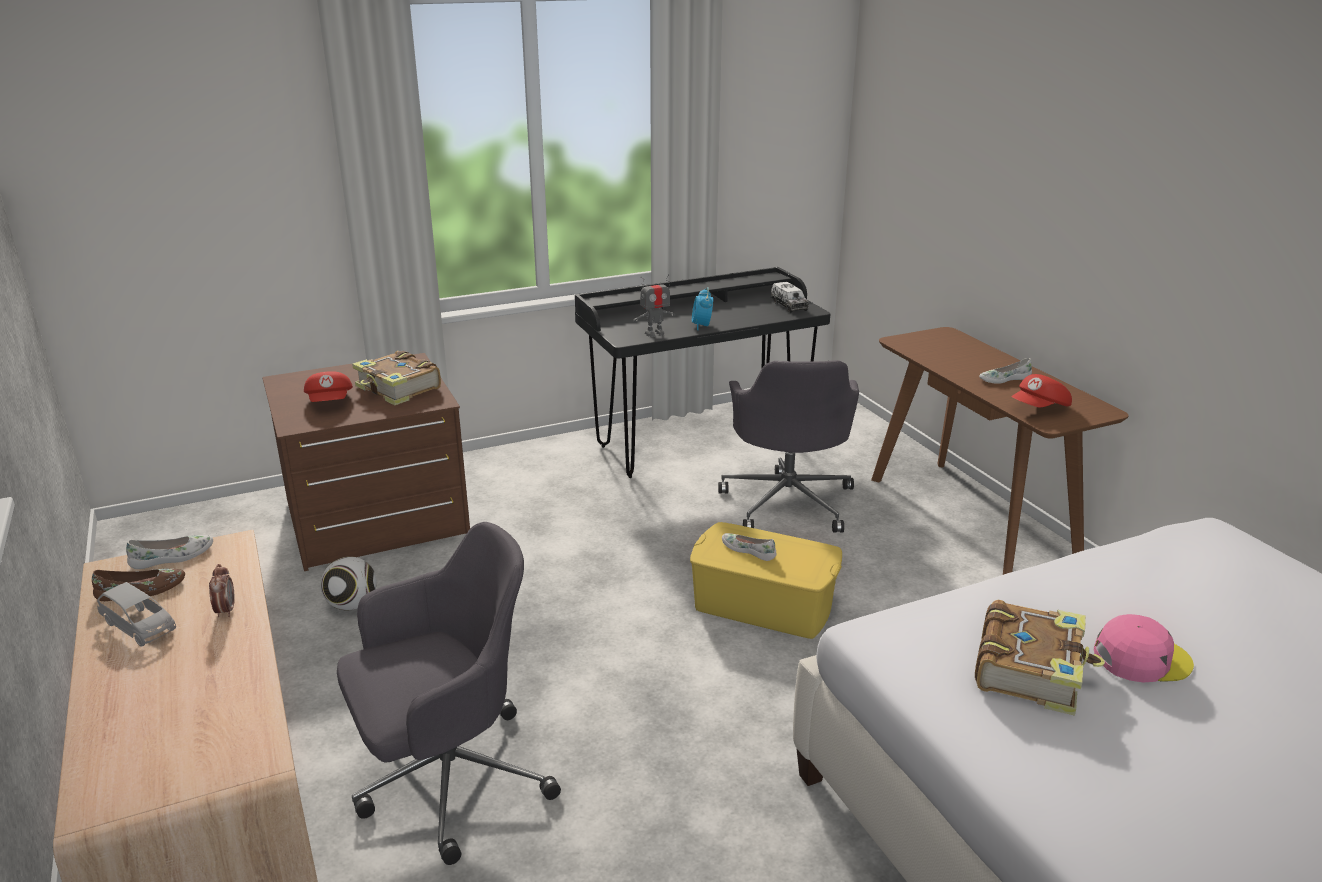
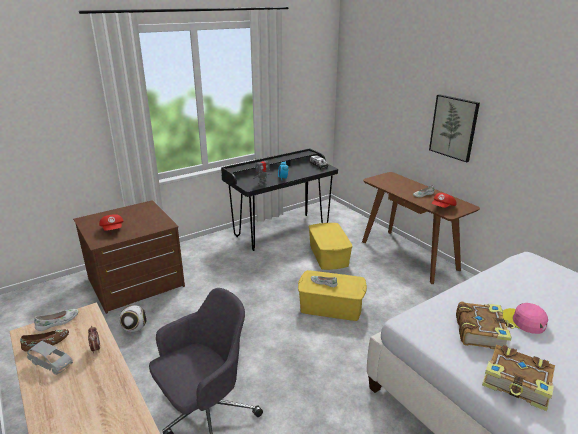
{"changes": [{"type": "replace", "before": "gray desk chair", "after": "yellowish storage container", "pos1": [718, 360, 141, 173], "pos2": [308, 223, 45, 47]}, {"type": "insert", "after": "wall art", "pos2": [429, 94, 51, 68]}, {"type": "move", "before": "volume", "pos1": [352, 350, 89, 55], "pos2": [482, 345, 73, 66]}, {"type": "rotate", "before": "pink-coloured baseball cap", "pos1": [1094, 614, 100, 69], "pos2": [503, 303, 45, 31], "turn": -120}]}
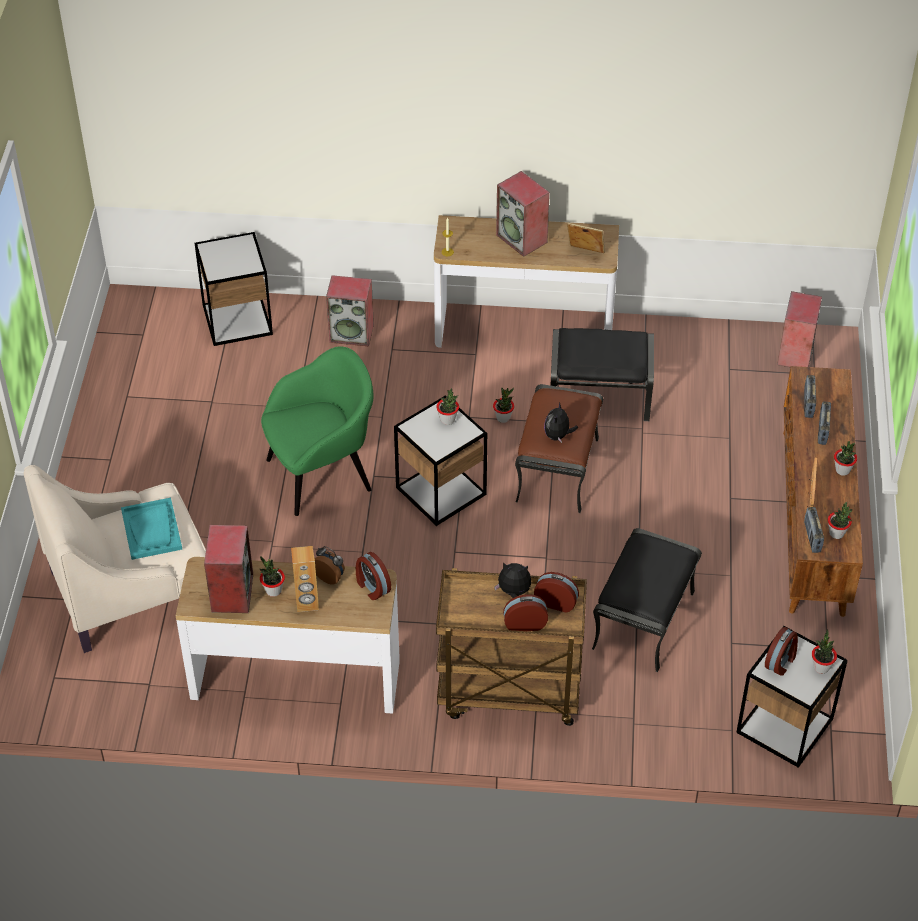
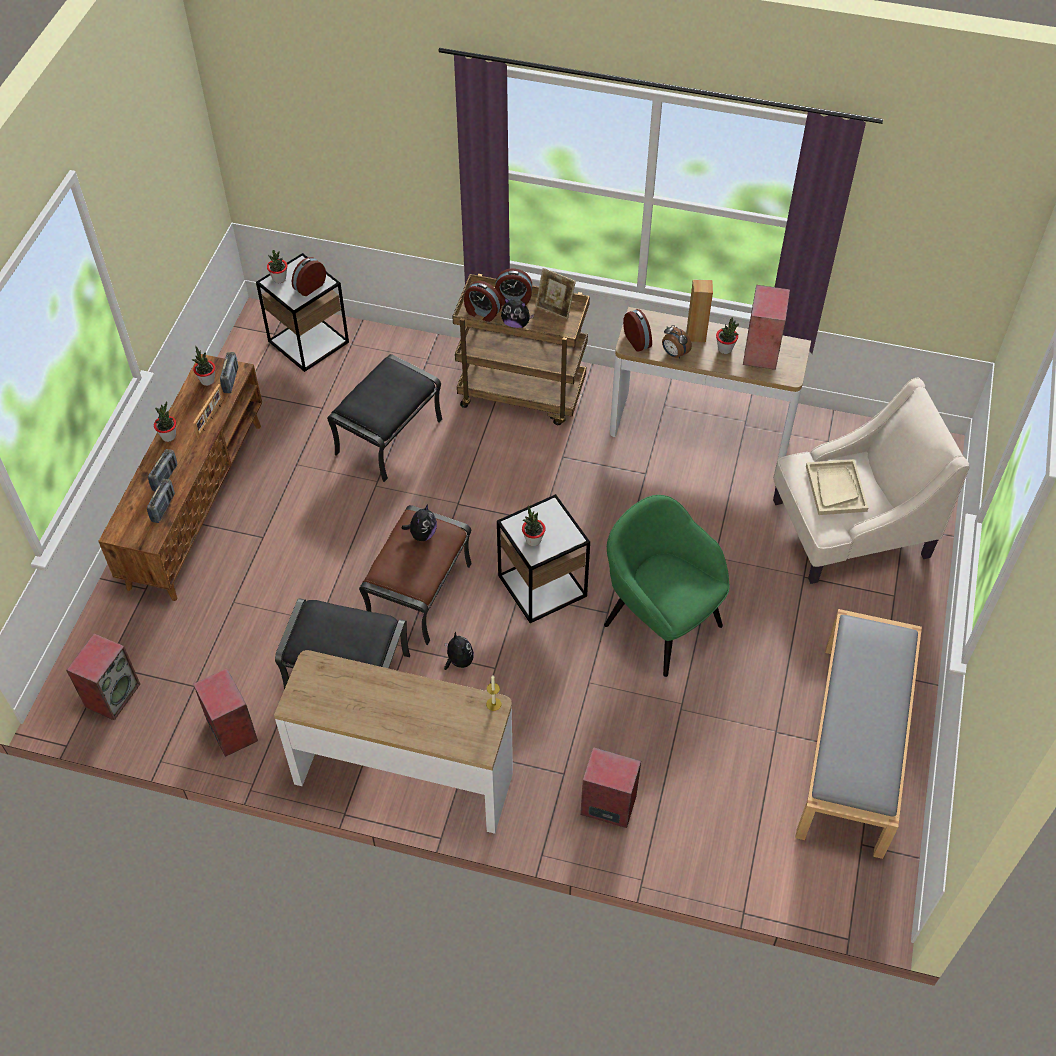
{"changes": [{"type": "move", "before": "loudspeaker", "pos1": [496, 171, 54, 86], "pos2": [193, 668, 65, 89]}, {"type": "replace", "before": "plant in a pot", "after": "plush toy", "pos1": [493, 388, 21, 35], "pos2": [444, 631, 30, 39]}, {"type": "move", "before": "standing frame", "pos1": [567, 223, 38, 31], "pos2": [536, 268, 40, 51]}, {"type": "rotate", "before": "green lounge chair", "pos1": [261, 347, 112, 169], "pos2": [604, 495, 126, 182], "turn": 60}, {"type": "insert", "after": "gray bench", "pos2": [795, 609, 127, 250]}, {"type": "recolor", "before": "turquoise-coloured carrying tray", "after": "beige-coloured carrying tray", "pos1": [121, 498, 61, 62], "pos2": [806, 459, 62, 56]}, {"type": "delete", "before": "accent table", "pos1": [194, 232, 79, 114]}]}
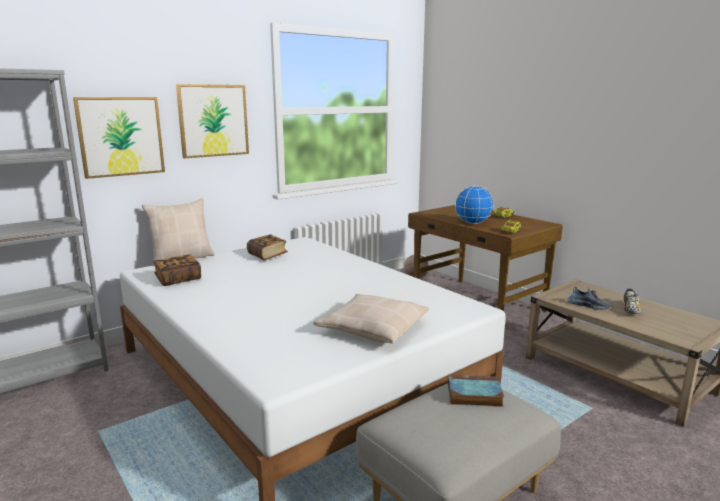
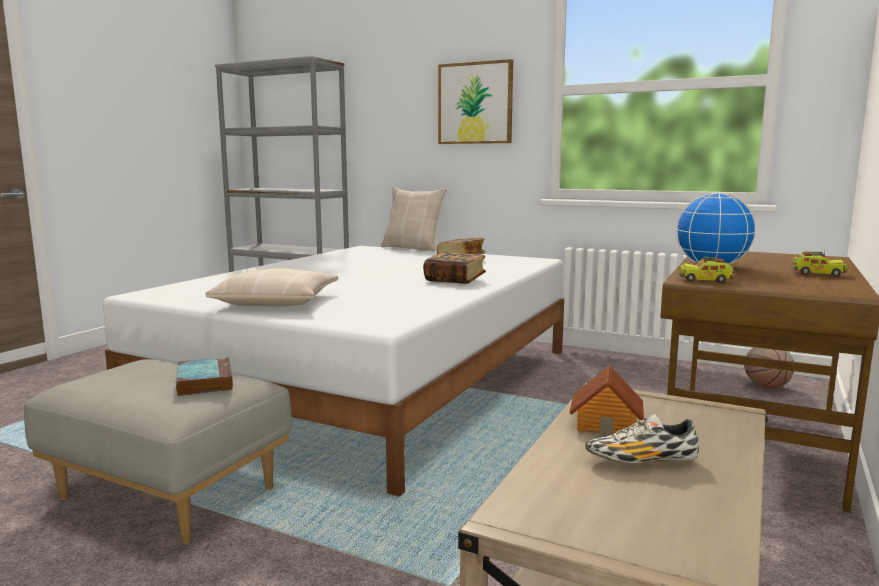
{"changes": [{"type": "move", "before": "volume", "pos1": [153, 255, 48, 31], "pos2": [423, 252, 63, 32]}, {"type": "replace", "before": "item of footwear", "after": "miniature house", "pos1": [568, 287, 44, 23], "pos2": [569, 365, 75, 69]}, {"type": "delete", "before": "wall art", "pos1": [73, 97, 92, 82]}]}
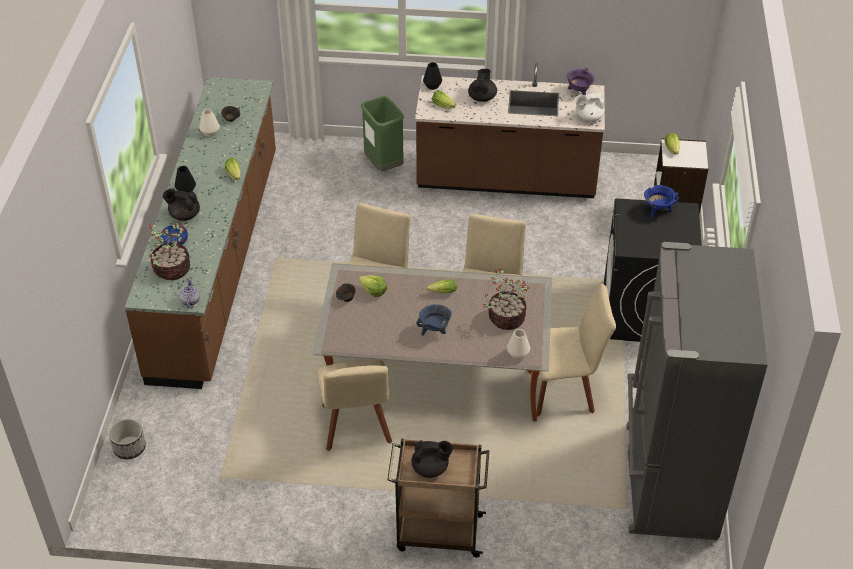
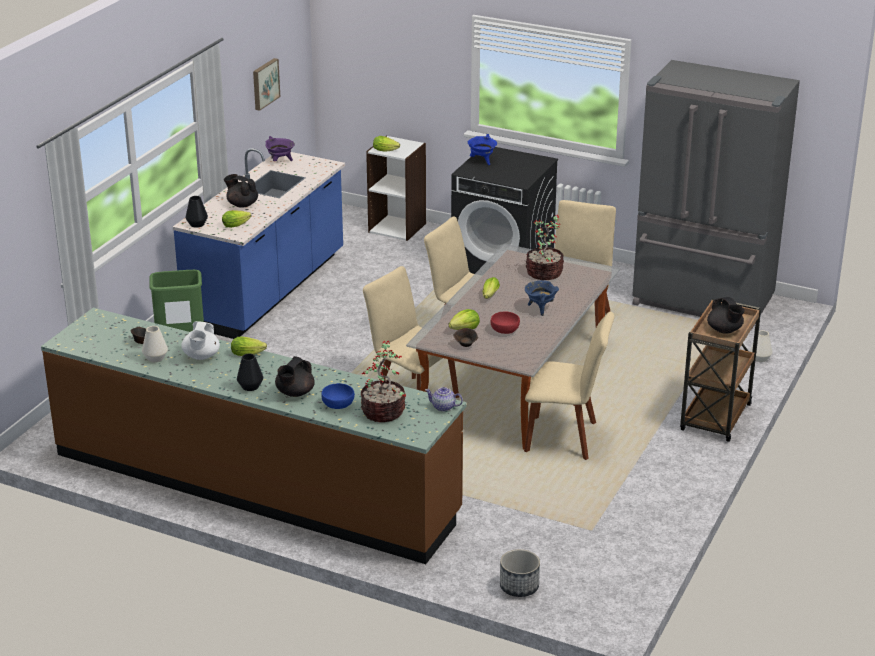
{"changes": [{"type": "recolor", "before": "brownish kitchen base unit", "after": "bluish kitchen base unit", "pos1": [415, 63, 190, 135], "pos2": [173, 148, 172, 191]}, {"type": "move", "before": "whitish tea pot", "pos1": [575, 92, 30, 29], "pos2": [181, 321, 39, 39]}, {"type": "insert", "after": "wall art", "pos2": [253, 58, 27, 53]}, {"type": "insert", "after": "red-coloured serving bowl", "pos2": [491, 312, 29, 22]}, {"type": "rotate", "before": "black tea pot", "pos1": [411, 440, 42, 38], "pos2": [707, 297, 38, 37], "turn": 135}, {"type": "move", "before": "whitish flower vase", "pos1": [507, 329, 23, 30], "pos2": [750, 330, 23, 32]}]}
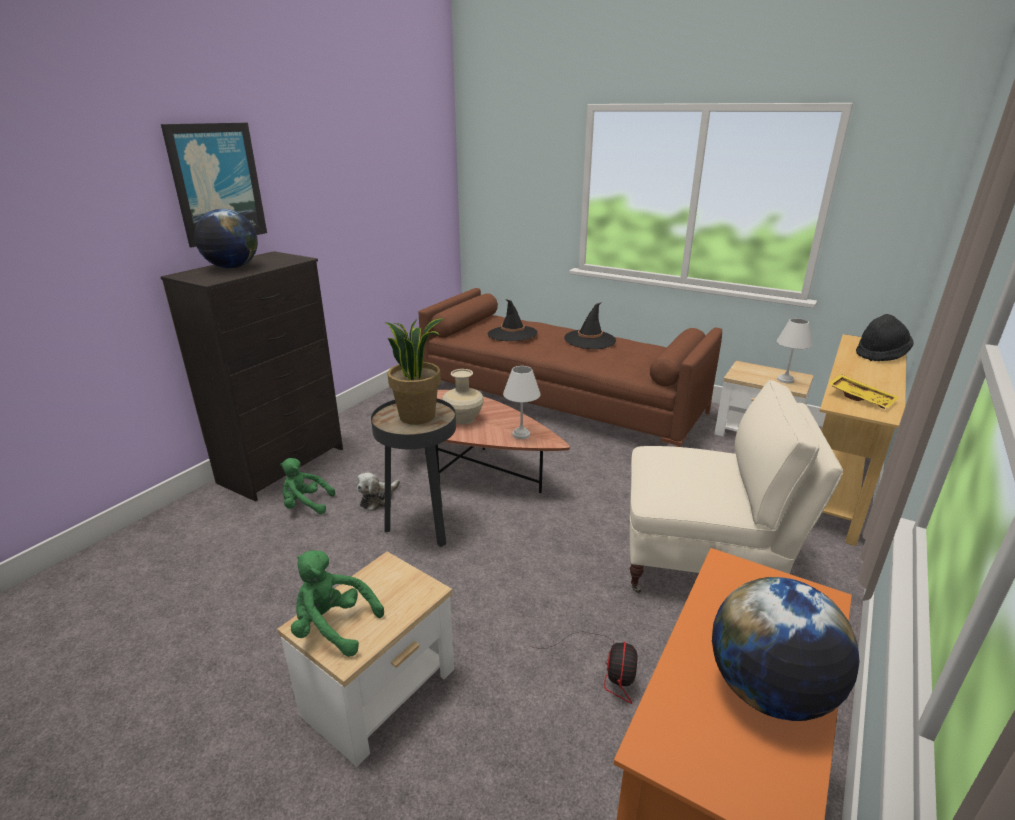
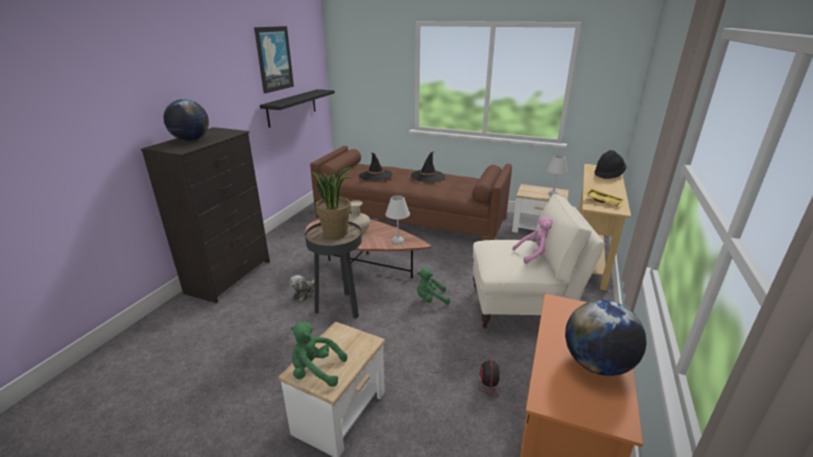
{"changes": [{"type": "move", "before": "wall art", "pos1": [161, 123, 106, 125], "pos2": [254, 26, 40, 67]}, {"type": "insert", "after": "black shelf", "pos2": [259, 89, 76, 39]}, {"type": "move", "before": "green plush toy", "pos1": [280, 458, 55, 56], "pos2": [417, 268, 33, 36]}, {"type": "insert", "after": "pink-coloured plush toy", "pos2": [512, 217, 41, 47]}]}
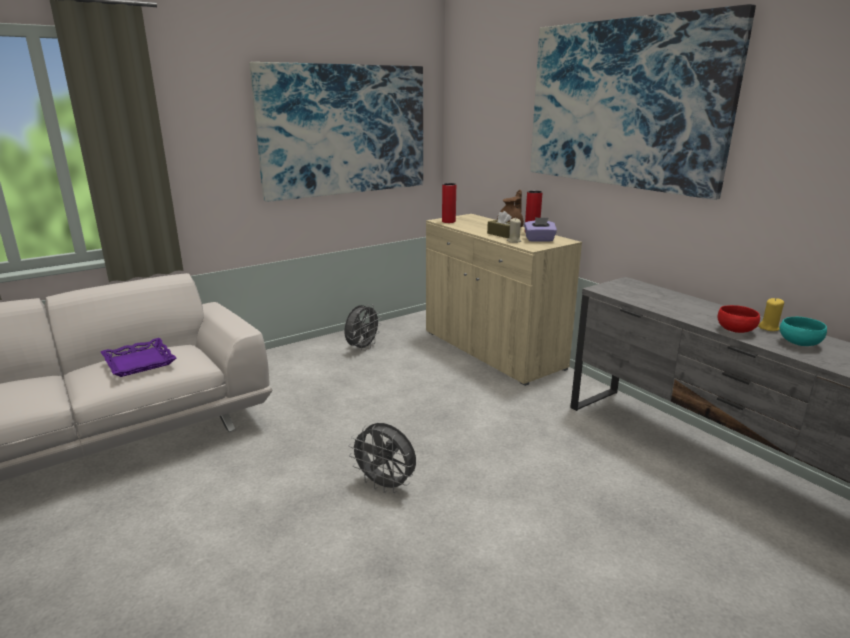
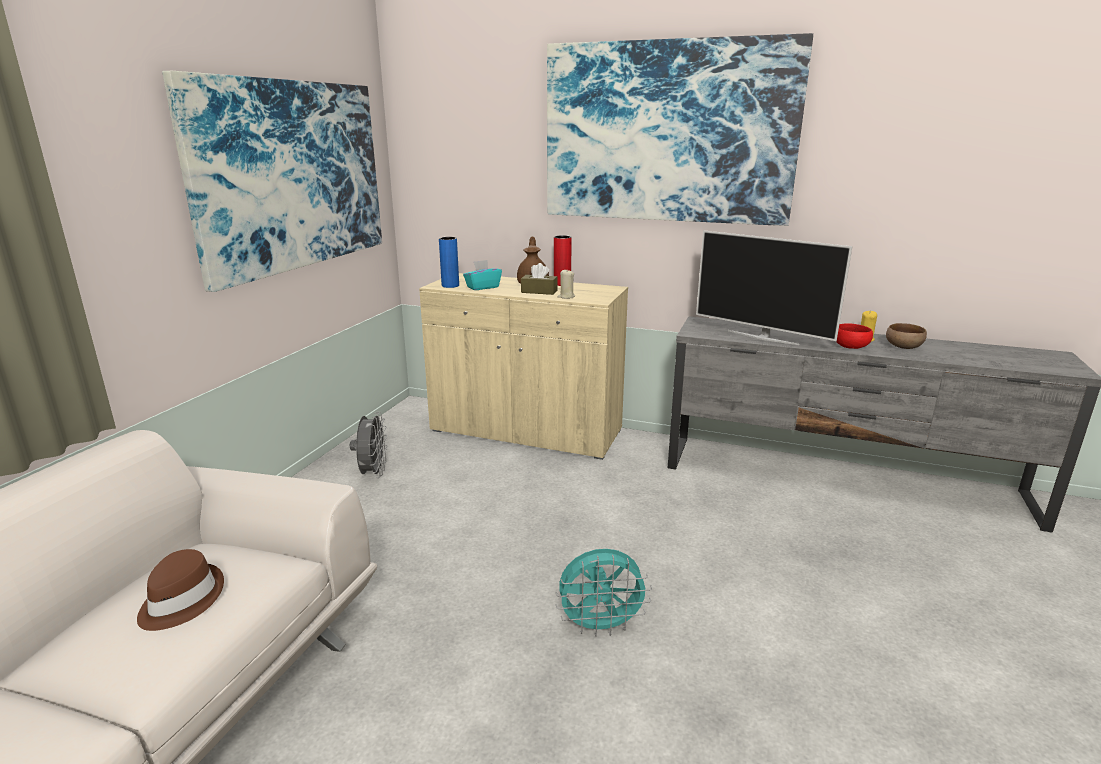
{"changes": [{"type": "replace", "before": "purplish carrying tray", "after": "brownish hat", "pos1": [101, 338, 75, 39], "pos2": [137, 549, 87, 82]}, {"type": "recolor", "before": "red-coloured flower vase", "after": "bluish flower vase", "pos1": [442, 183, 14, 40], "pos2": [439, 237, 20, 51]}, {"type": "insert", "after": "turquoise-coloured tissue box", "pos2": [463, 260, 39, 30]}, {"type": "recolor", "before": "gray cooling fan", "after": "turquoise-coloured cooling fan", "pos1": [349, 423, 67, 70], "pos2": [556, 549, 96, 88]}, {"type": "insert", "after": "television", "pos2": [696, 230, 157, 115]}, {"type": "recolor", "before": "turquoise-coloured serving bowl", "after": "brownish serving bowl", "pos1": [780, 317, 47, 29], "pos2": [886, 323, 41, 26]}, {"type": "delete", "before": "purplish tissue box", "pos1": [524, 217, 33, 25]}]}
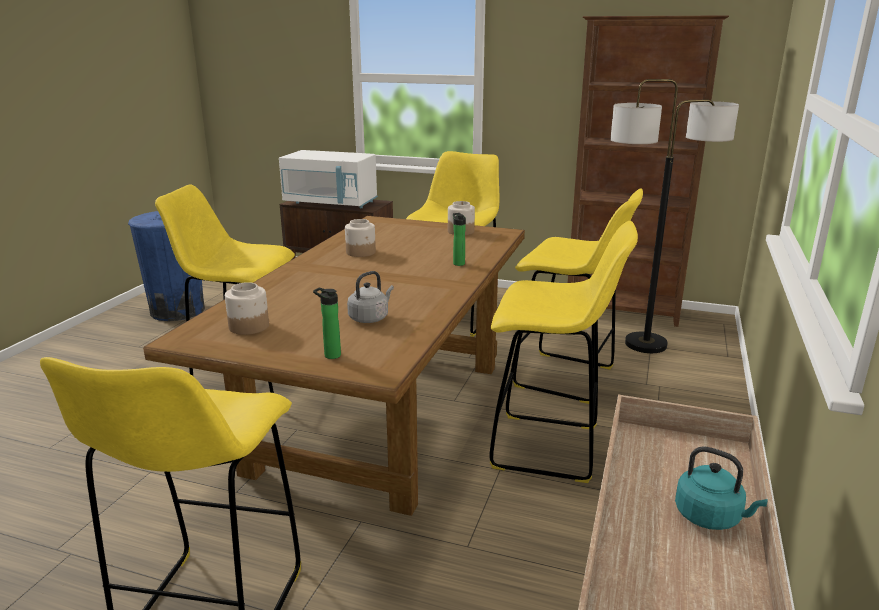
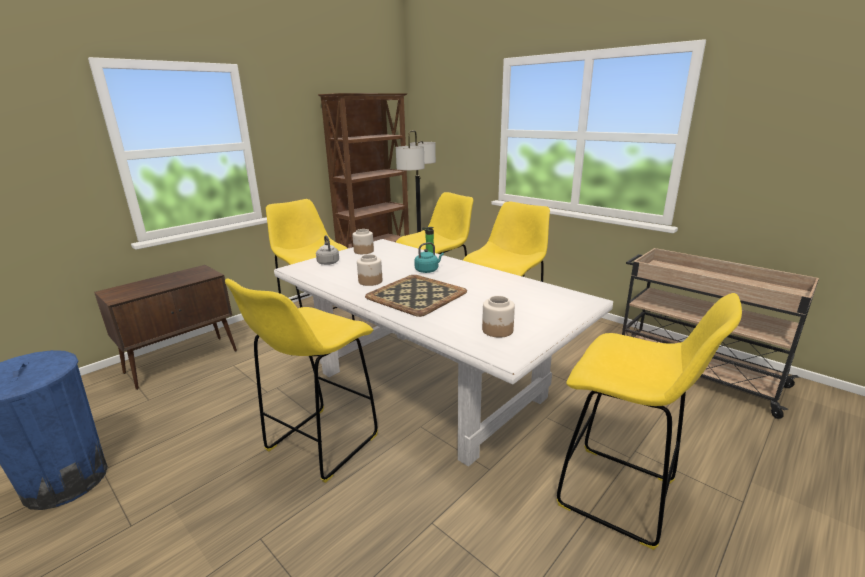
{"changes": [{"type": "recolor", "before": "brownish dining table", "after": "whitish dining table", "pos1": [143, 216, 382, 300], "pos2": [274, 239, 339, 228]}, {"type": "move", "before": "gray kettle", "pos1": [347, 271, 47, 52], "pos2": [316, 235, 23, 30]}, {"type": "insert", "after": "carrying tray", "pos2": [365, 275, 102, 42]}, {"type": "move", "before": "turquoise-coloured kettle", "pos1": [675, 446, 93, 84], "pos2": [414, 242, 30, 31]}, {"type": "delete", "before": "whitish microwave oven", "pos1": [279, 150, 99, 58]}, {"type": "delete", "before": "bottle", "pos1": [313, 288, 28, 71]}]}
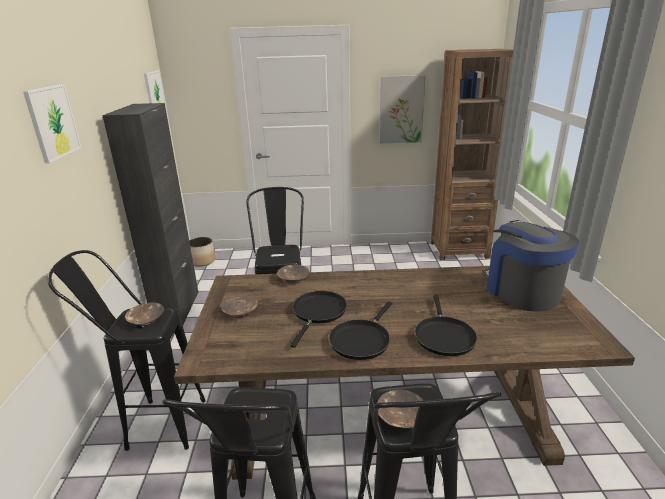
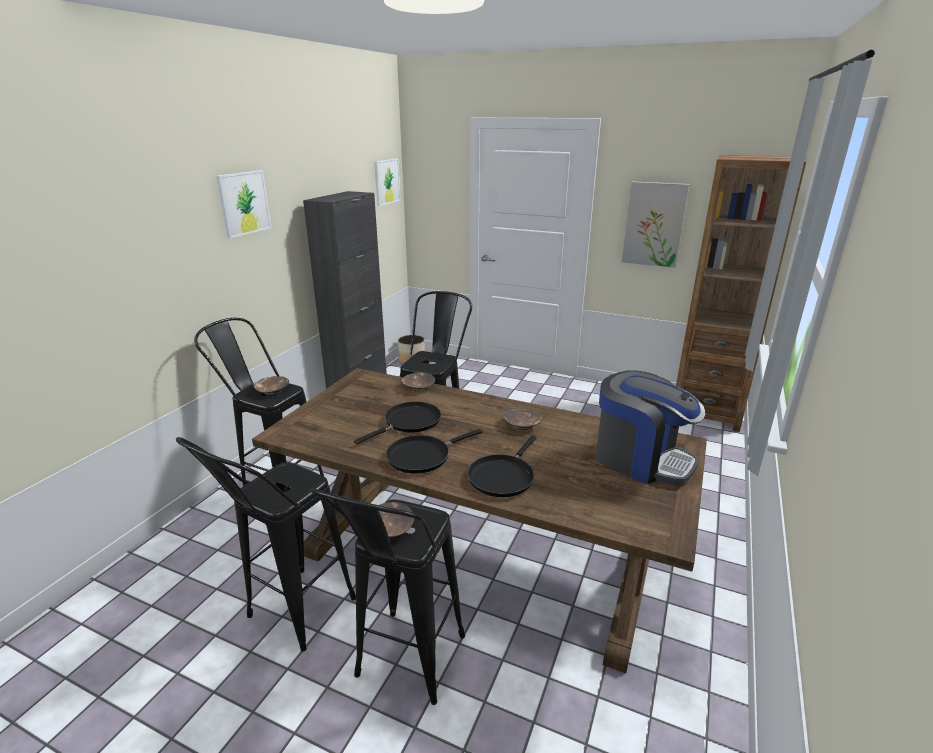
{"changes": [{"type": "move", "before": "brownish serving bowl", "pos1": [221, 296, 37, 22], "pos2": [504, 408, 38, 22]}, {"type": "rotate", "before": "coffee machine", "pos1": [483, 220, 96, 91], "pos2": [596, 370, 109, 114], "turn": 120}]}
